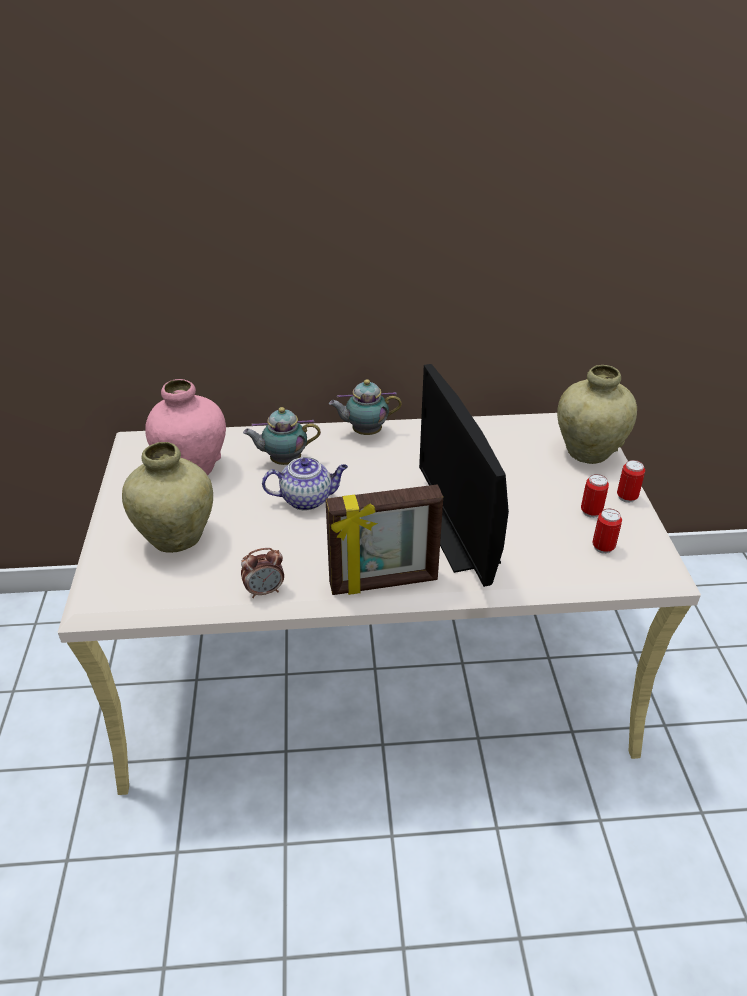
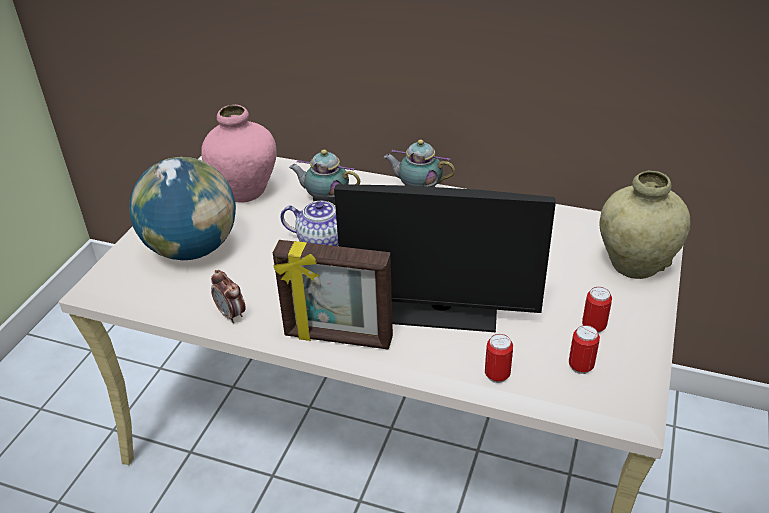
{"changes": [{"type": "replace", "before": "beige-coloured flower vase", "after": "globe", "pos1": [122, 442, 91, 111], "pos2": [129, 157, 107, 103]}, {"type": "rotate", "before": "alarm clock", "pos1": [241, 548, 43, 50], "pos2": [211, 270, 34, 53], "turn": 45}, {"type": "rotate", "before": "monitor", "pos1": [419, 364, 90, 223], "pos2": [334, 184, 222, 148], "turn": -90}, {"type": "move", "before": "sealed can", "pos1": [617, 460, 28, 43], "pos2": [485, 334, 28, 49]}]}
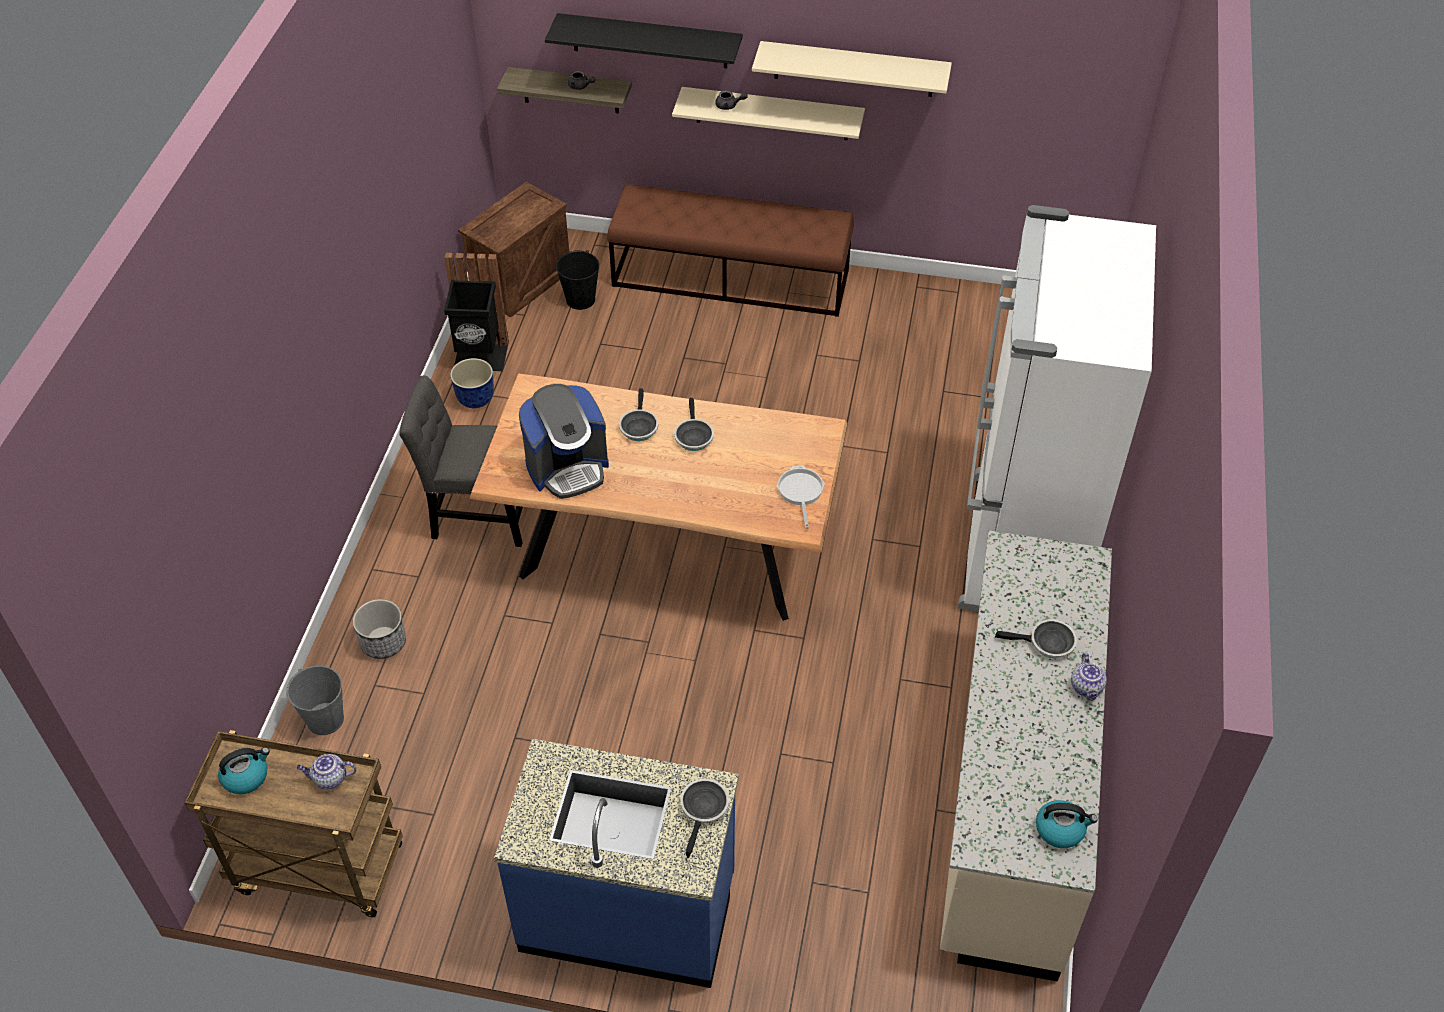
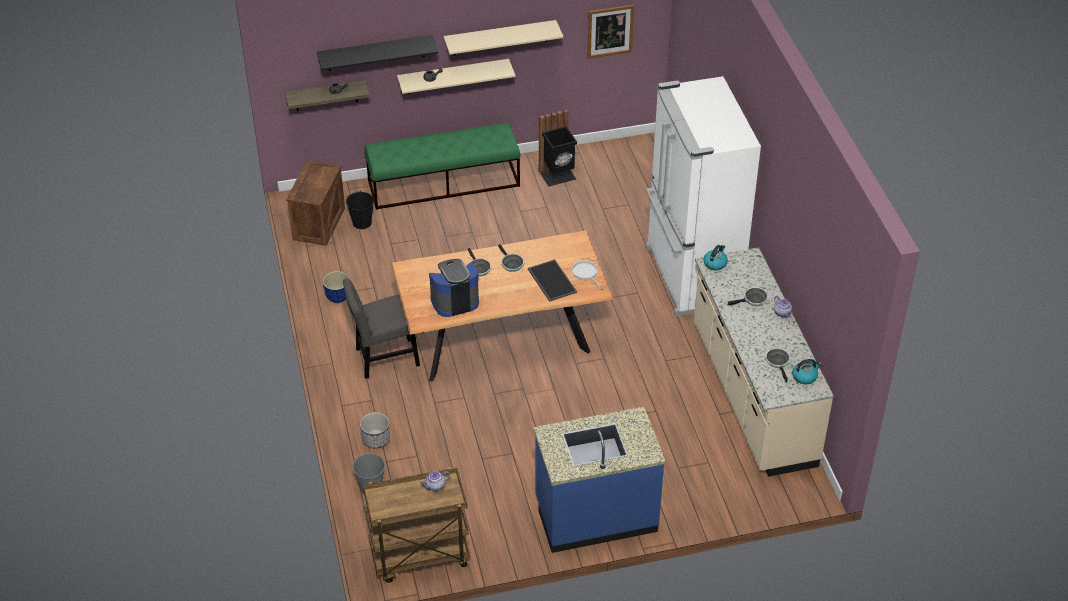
{"changes": [{"type": "recolor", "before": "brownish bench", "after": "green bench", "pos1": [607, 184, 247, 133], "pos2": [364, 123, 157, 87]}, {"type": "rotate", "before": "coffee machine", "pos1": [519, 384, 90, 115], "pos2": [429, 259, 50, 58], "turn": -150}, {"type": "insert", "after": "carrying tray", "pos2": [528, 259, 49, 43]}, {"type": "move", "before": "black trash can", "pos1": [444, 253, 65, 118], "pos2": [539, 109, 38, 78]}, {"type": "insert", "after": "wall art", "pos2": [588, 5, 46, 54]}, {"type": "move", "before": "kettle", "pos1": [218, 747, 52, 47], "pos2": [704, 245, 24, 26]}, {"type": "move", "before": "skillet", "pos1": [680, 779, 49, 79], "pos2": [765, 348, 26, 35]}]}
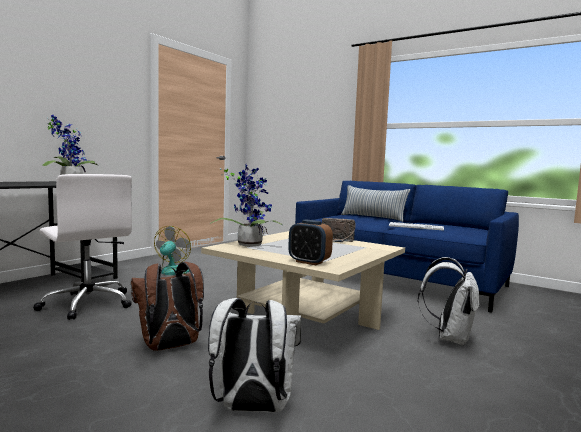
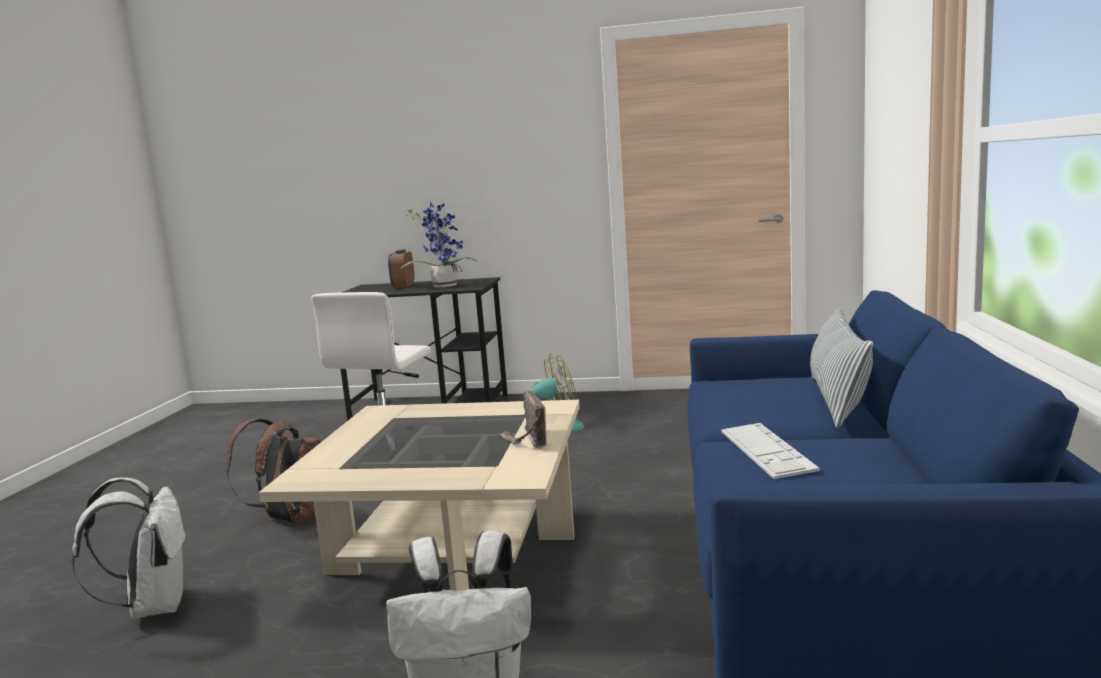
{"changes": [{"type": "move", "before": "alarm clock", "pos1": [288, 220, 45, 45], "pos2": [388, 249, 27, 39]}, {"type": "delete", "before": "plant in a pot", "pos1": [210, 164, 73, 83]}]}
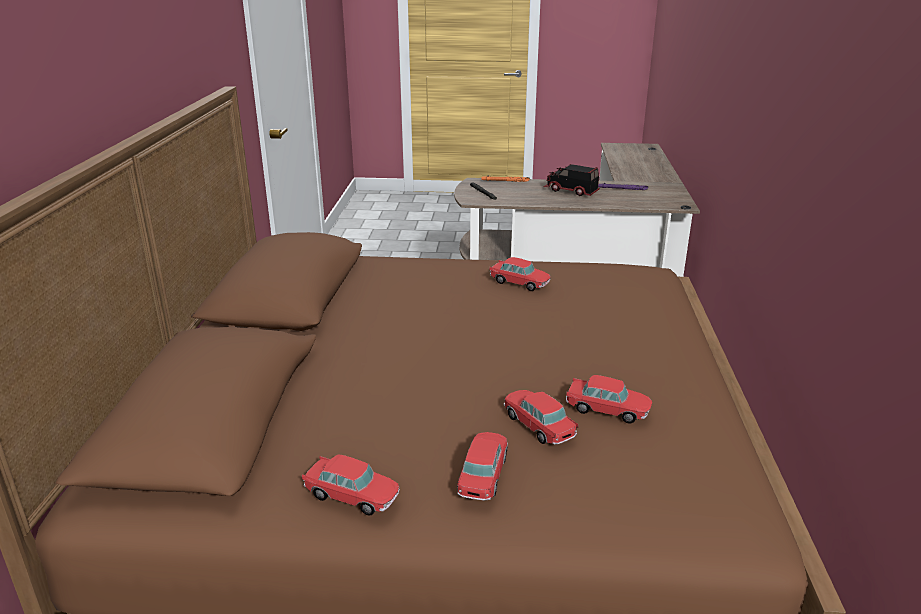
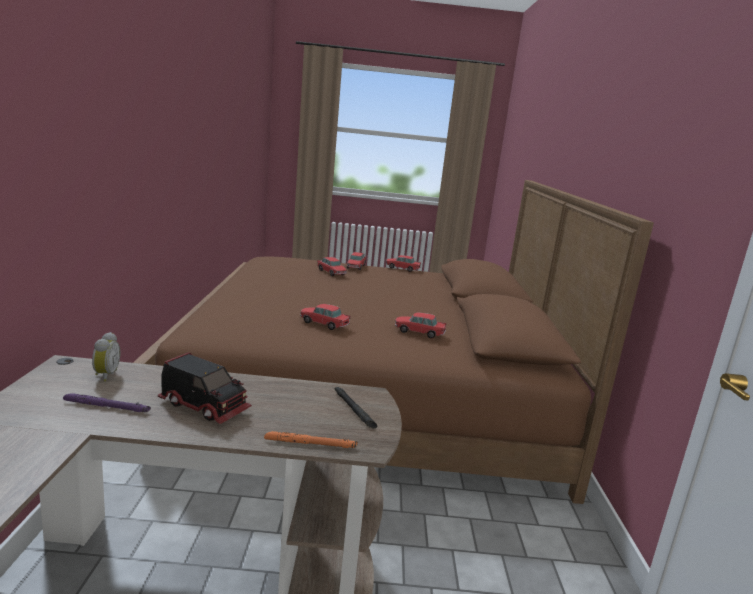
{"changes": [{"type": "insert", "after": "alarm clock", "pos2": [92, 332, 28, 50]}, {"type": "move", "before": "toy car", "pos1": [566, 375, 86, 49], "pos2": [395, 312, 52, 26]}]}
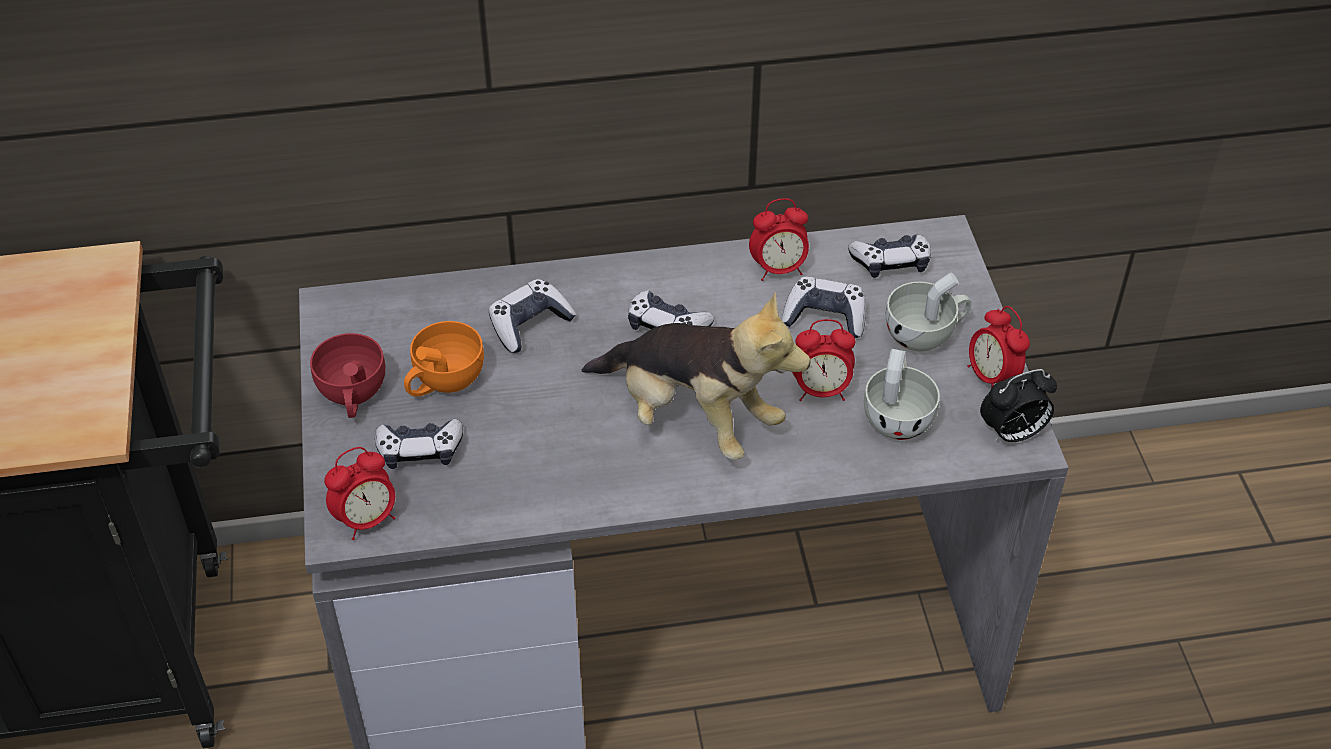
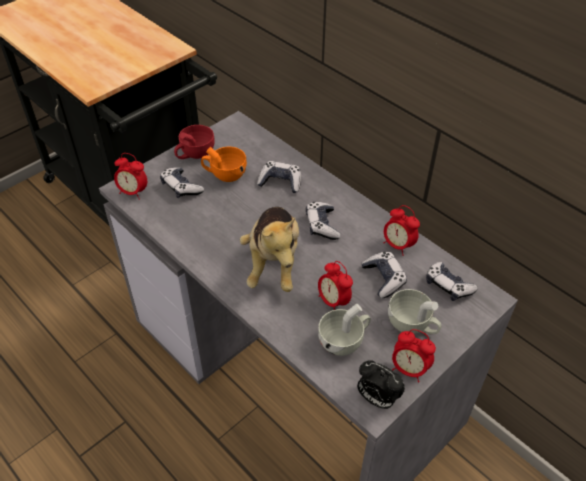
{"changes": [{"type": "rotate", "before": "alarm clock", "pos1": [967, 306, 63, 83], "pos2": [392, 329, 44, 53], "turn": -90}]}
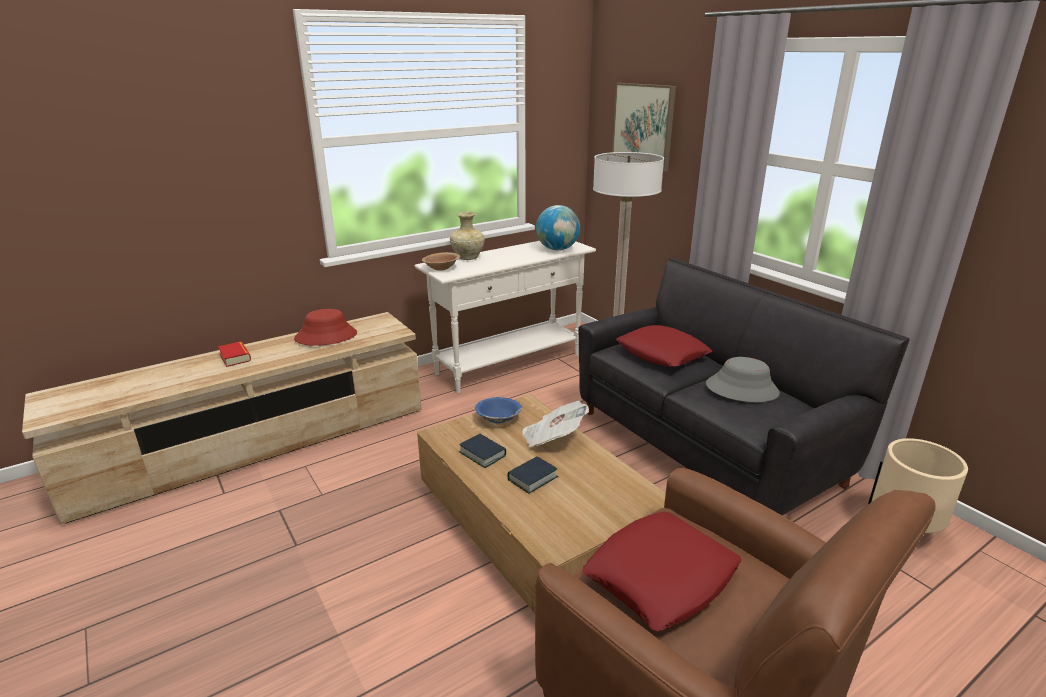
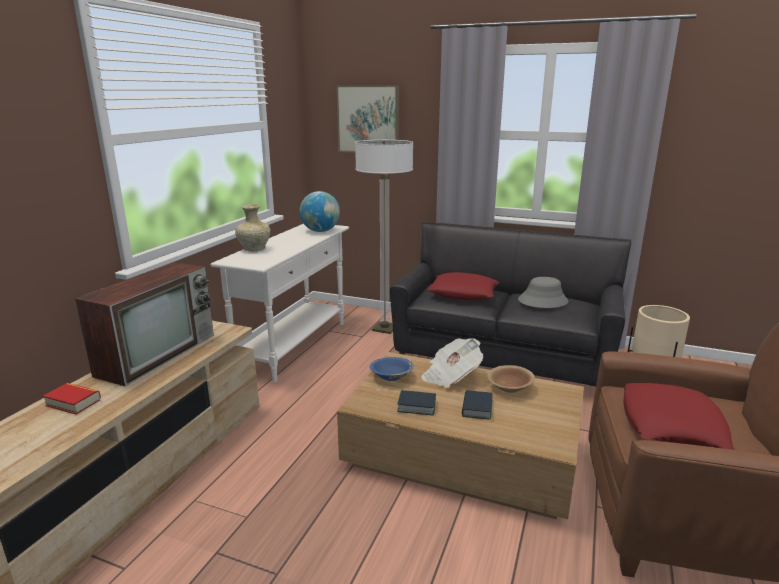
{"changes": [{"type": "replace", "before": "red-coloured hat", "after": "television", "pos1": [294, 309, 63, 37], "pos2": [75, 262, 139, 124]}, {"type": "move", "before": "brownish serving bowl", "pos1": [422, 252, 38, 19], "pos2": [488, 365, 47, 28]}]}
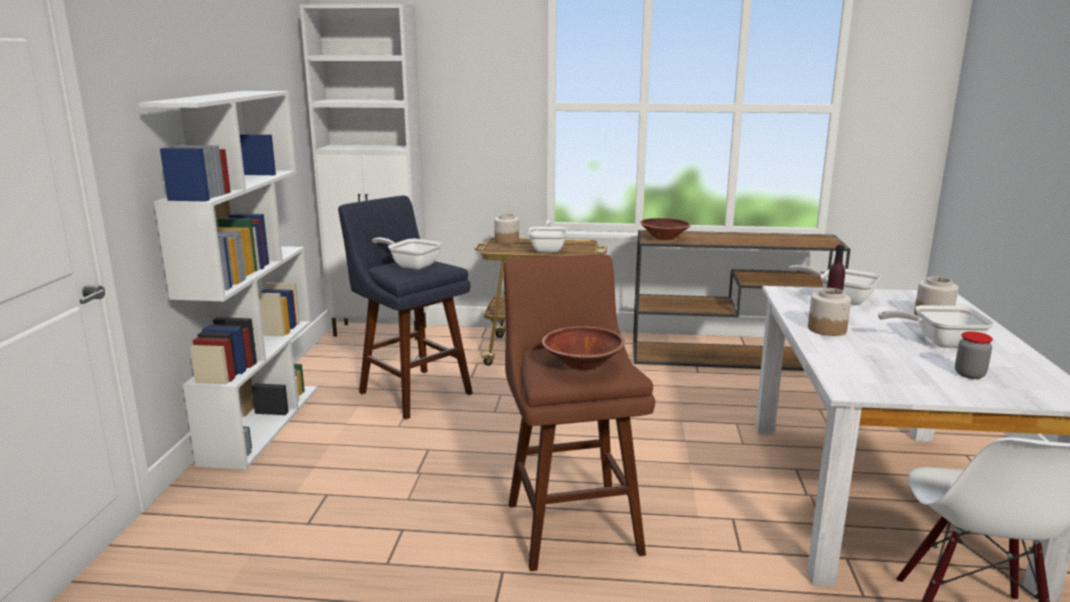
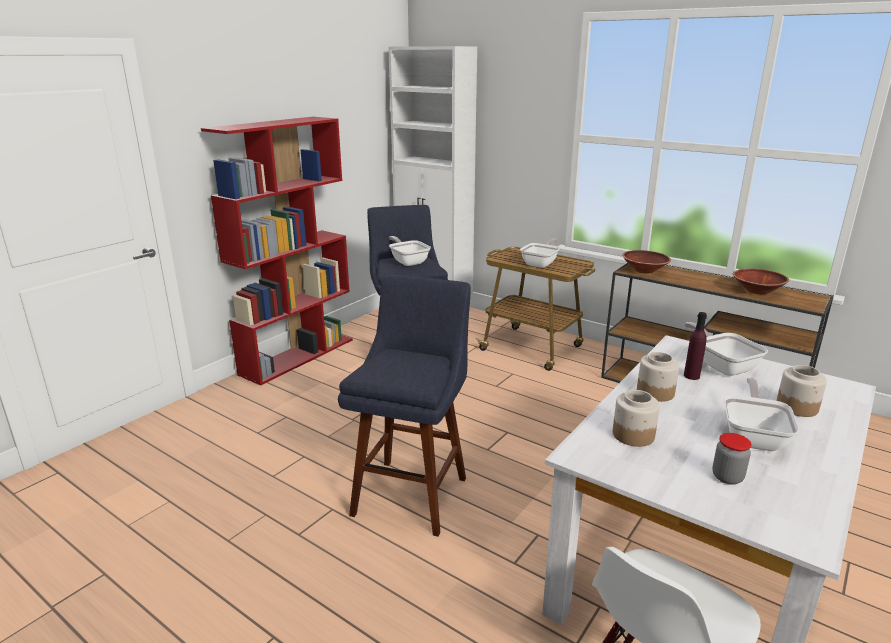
{"changes": [{"type": "recolor", "before": "whitish bookcase", "after": "red-coloured bookcase", "pos1": [139, 91, 179, 379], "pos2": [201, 117, 152, 269]}, {"type": "recolor", "before": "brownish stool", "after": "bluish stool", "pos1": [504, 254, 151, 317], "pos2": [338, 274, 133, 263]}, {"type": "move", "before": "storage jar", "pos1": [494, 214, 25, 30], "pos2": [613, 390, 47, 57]}, {"type": "rotate", "before": "skillet", "pos1": [878, 305, 116, 43], "pos2": [724, 378, 75, 73], "turn": 75}, {"type": "move", "before": "brownish serving bowl", "pos1": [542, 326, 83, 44], "pos2": [733, 268, 56, 26]}]}
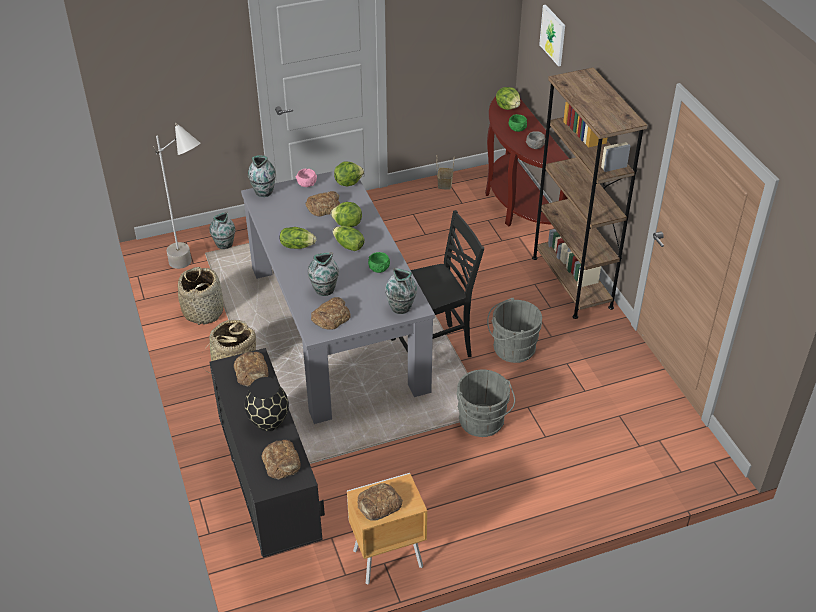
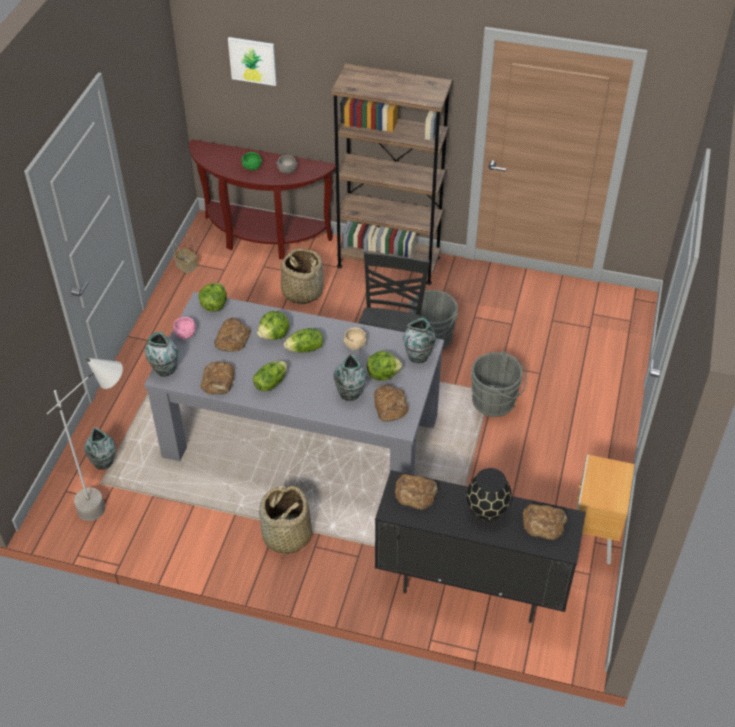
{"changes": [{"type": "move", "before": "bread", "pos1": [358, 483, 45, 38], "pos2": [200, 361, 35, 33]}, {"type": "move", "before": "basket", "pos1": [178, 267, 46, 58], "pos2": [280, 248, 44, 56]}, {"type": "recolor", "before": "green serving bowl", "after": "beige-coloured serving bowl", "pos1": [368, 252, 22, 21], "pos2": [344, 328, 23, 22]}, {"type": "move", "before": "lettuce", "pos1": [496, 87, 24, 23], "pos2": [367, 351, 35, 30]}]}
